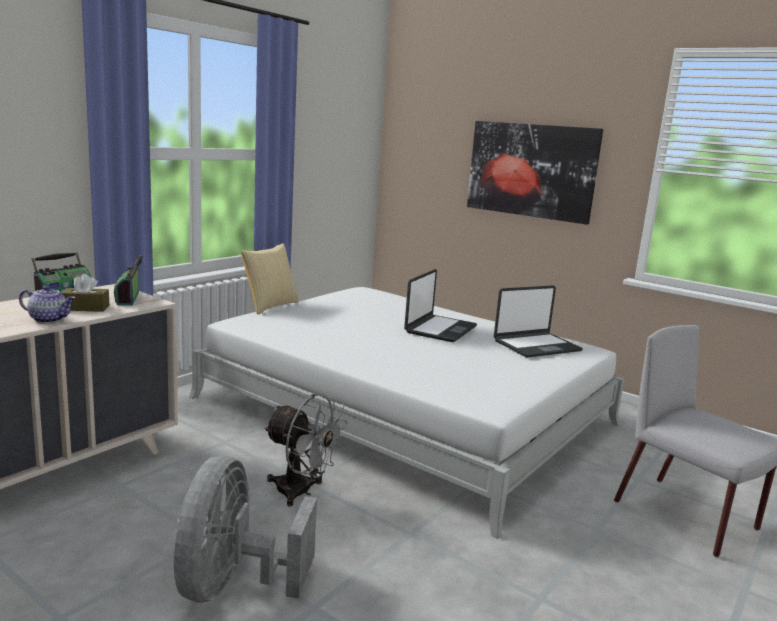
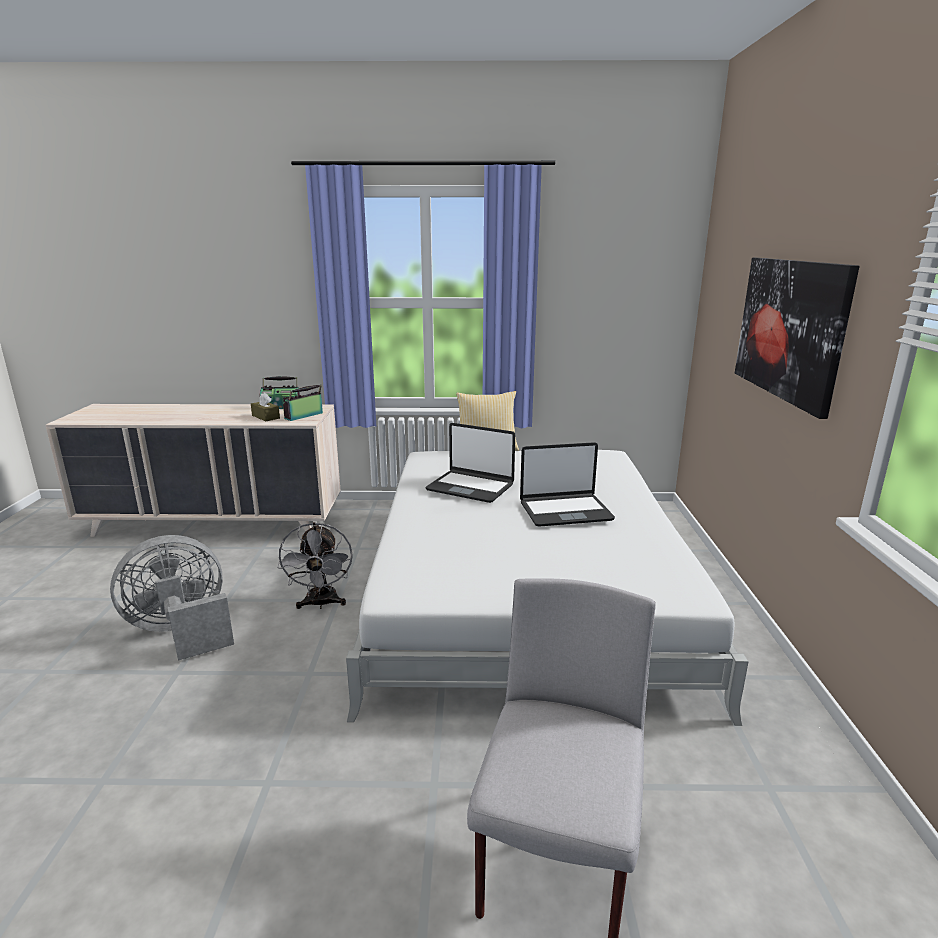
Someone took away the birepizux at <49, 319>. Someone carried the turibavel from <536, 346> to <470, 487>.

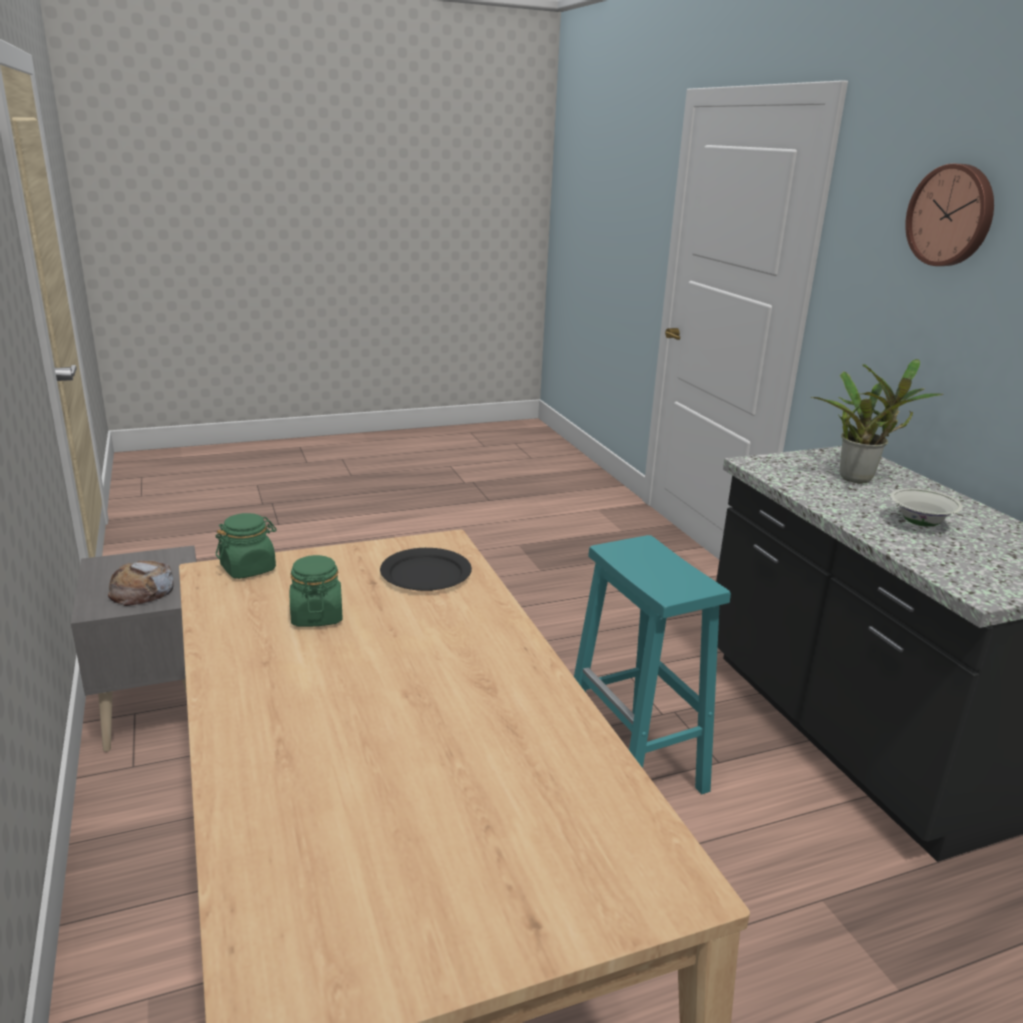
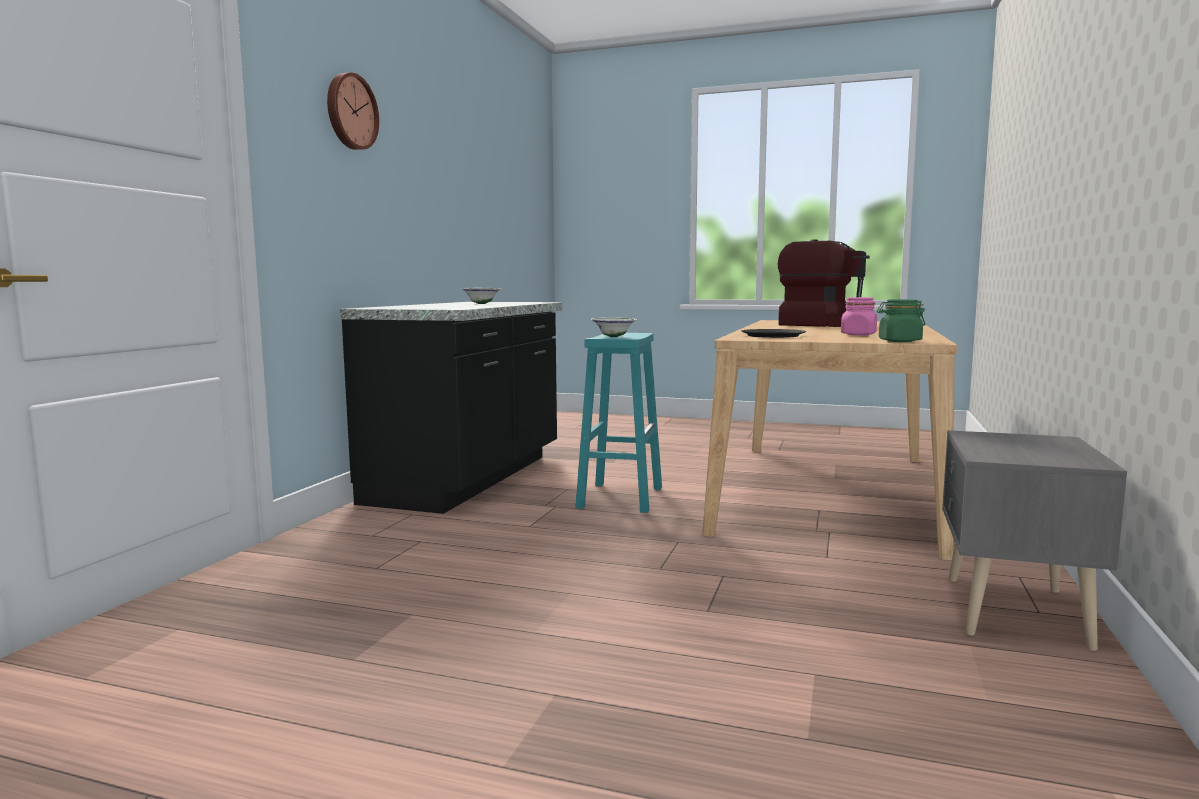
Someone took away the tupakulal at <860, 478>. Someone repainted the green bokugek at <317, 616>, which became the pink bokugek at <858, 334>. Someone took away the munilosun at <142, 591>. Someone put down the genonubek at <826, 325>. Someone put down the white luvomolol at <613, 337>.

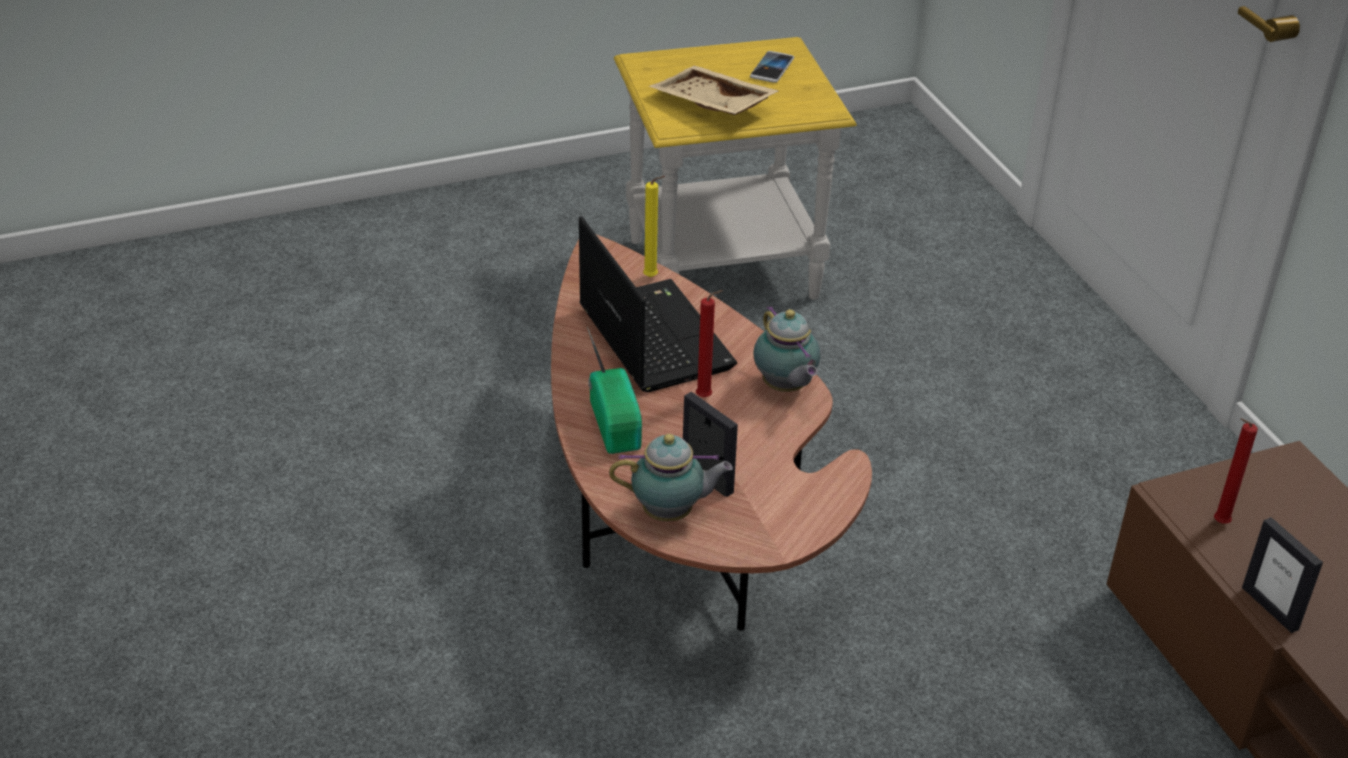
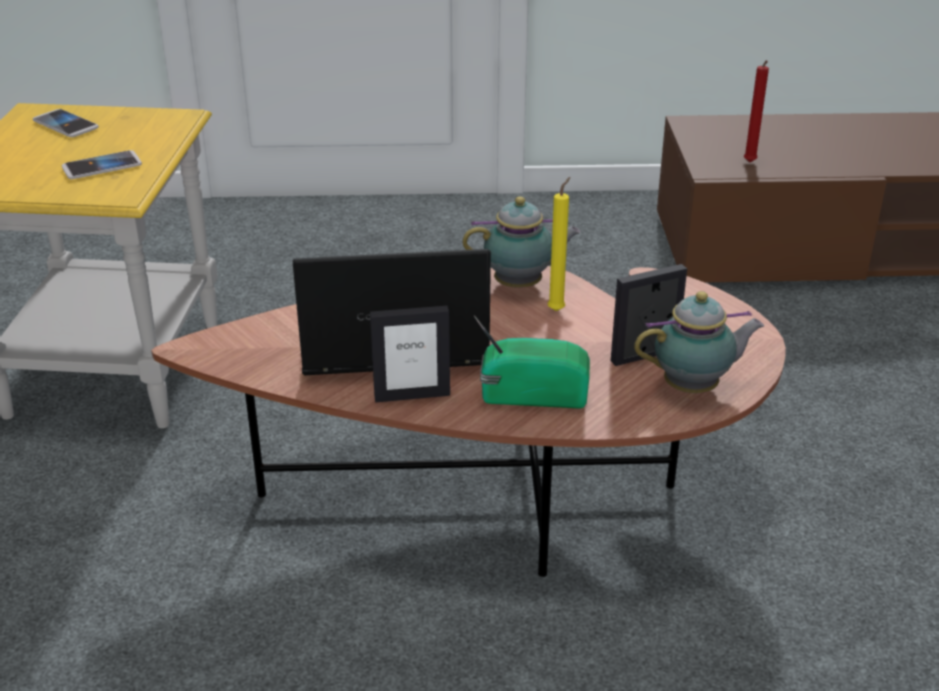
Someone swapped the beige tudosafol at <711, 105> for the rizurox at <102, 167>. Someone carried the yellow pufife from <652, 277> to <557, 309>. Someone took away the red pufife at <706, 397>. Someone rotated the birepizux at <671, 514> by 60 degrees clockwise. Someone carried the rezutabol from <1270, 608> to <412, 395>.

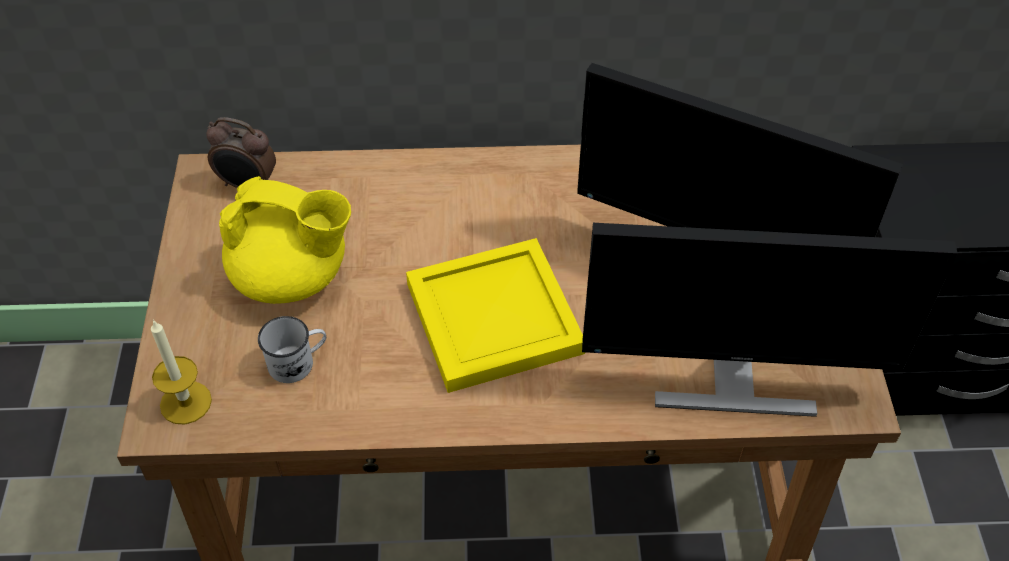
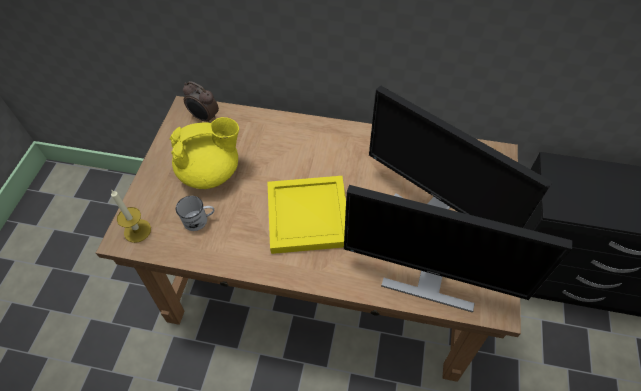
Someone rotated the yellow birepizux at <292, 277> by 45 degrees counterclockwise.

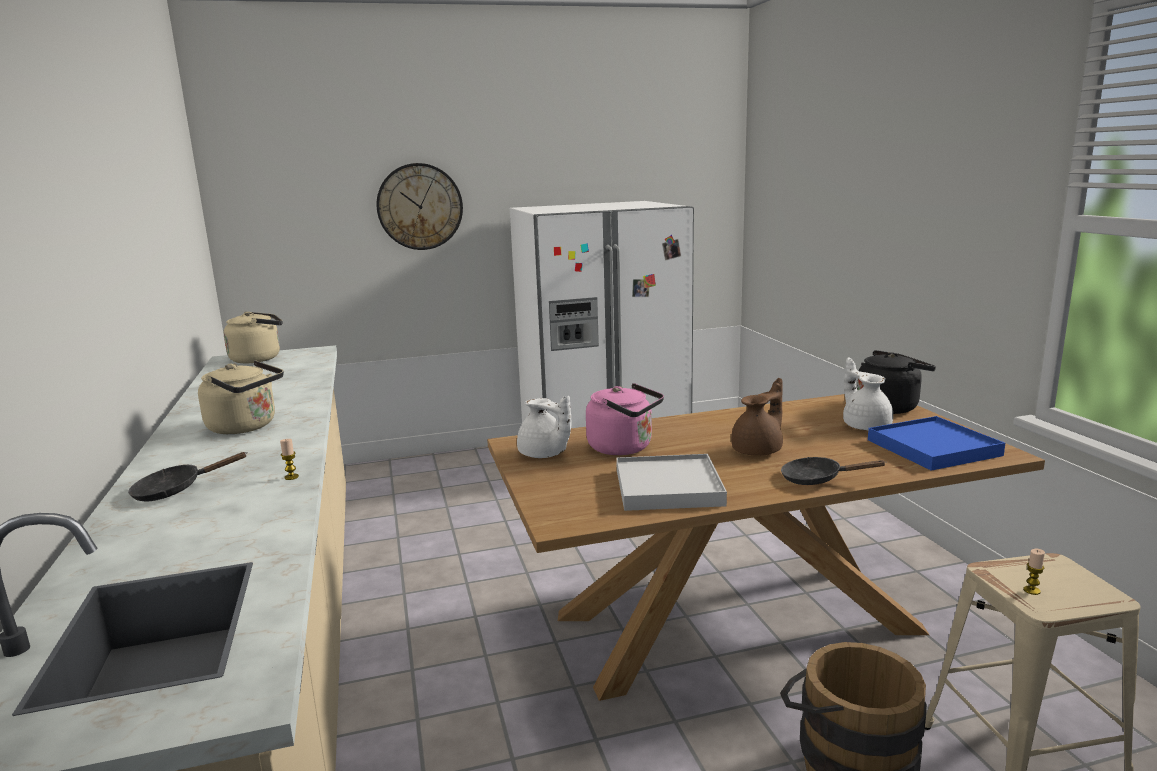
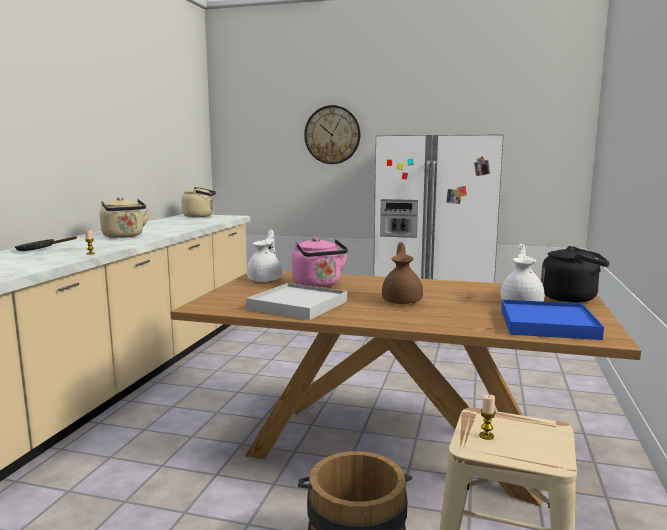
Someone rotated the brown birepizux at <759, 450> by 75 degrees counterclockwise. Someone rotated the white birepizux at <544, 455> by 150 degrees counterclockwise. Someone took away the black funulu at <817, 479>.

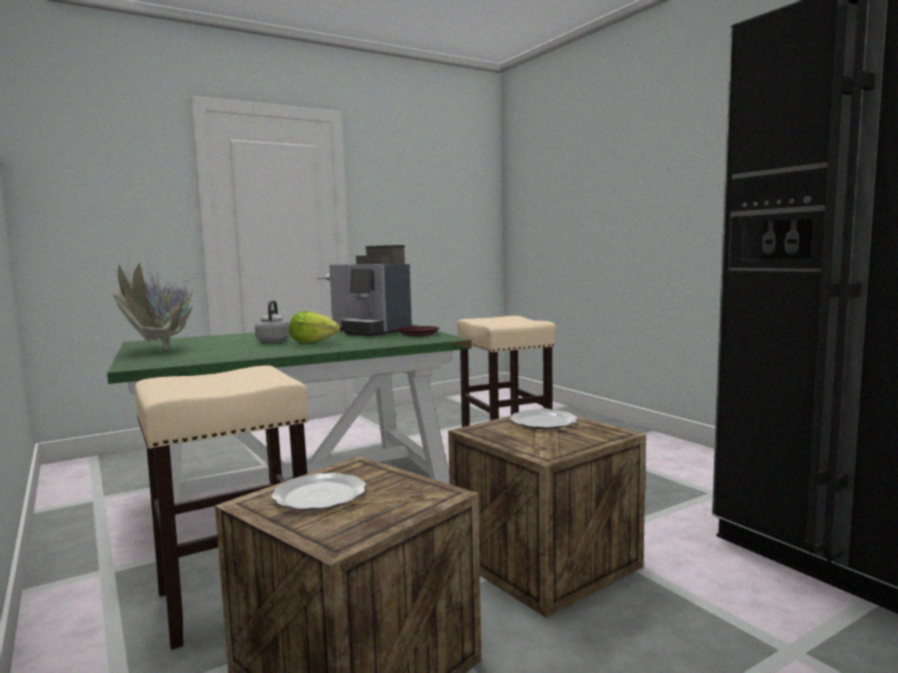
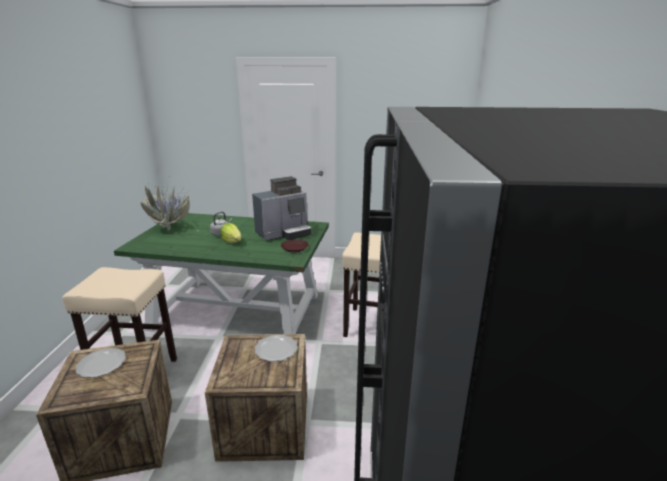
Someone rotated the genonubek at <370, 331> by 105 degrees counterclockwise.

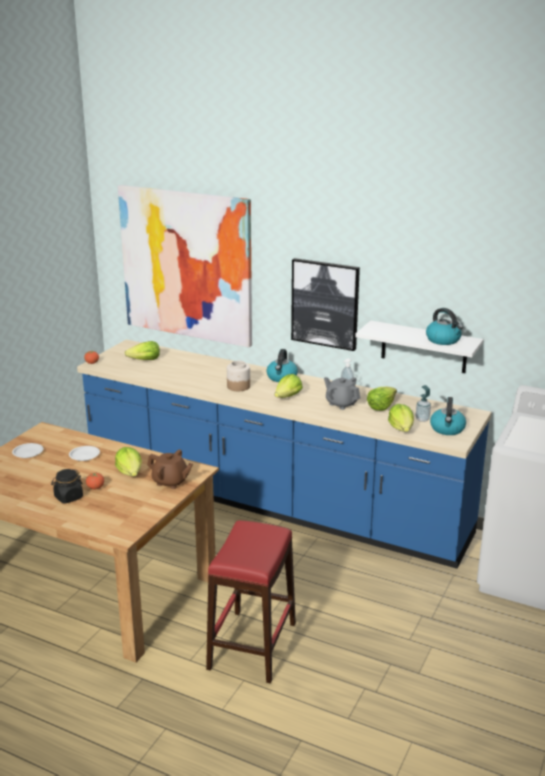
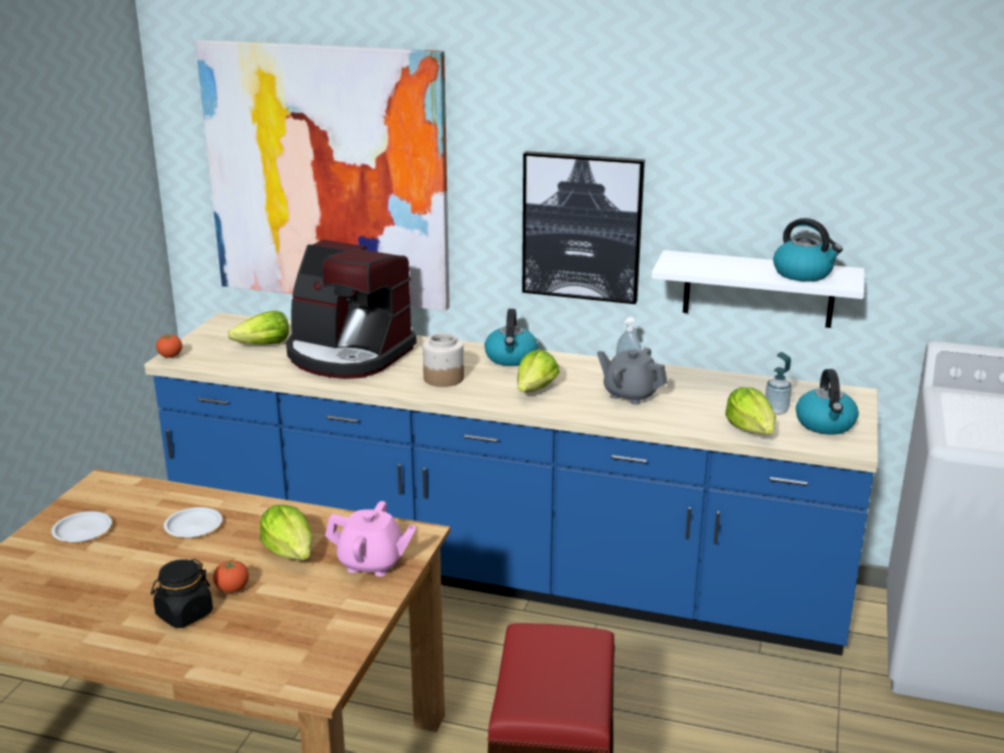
Someone took away the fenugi at <381, 406>. Someone repainted the brown birepizux at <170, 482>, which became the pink birepizux at <372, 563>. Someone put down the genonubek at <348, 355>.

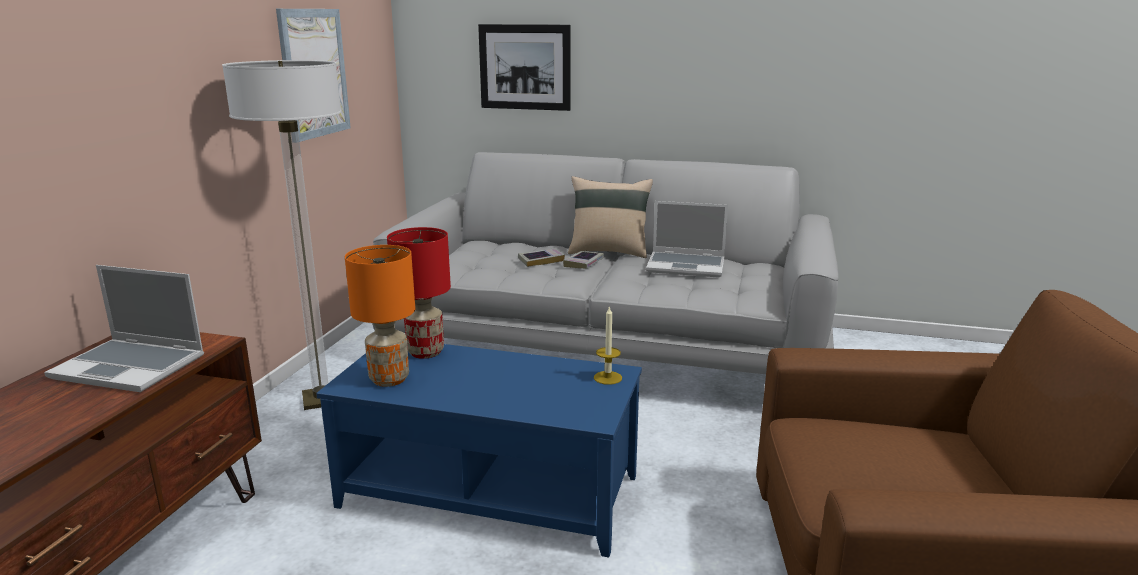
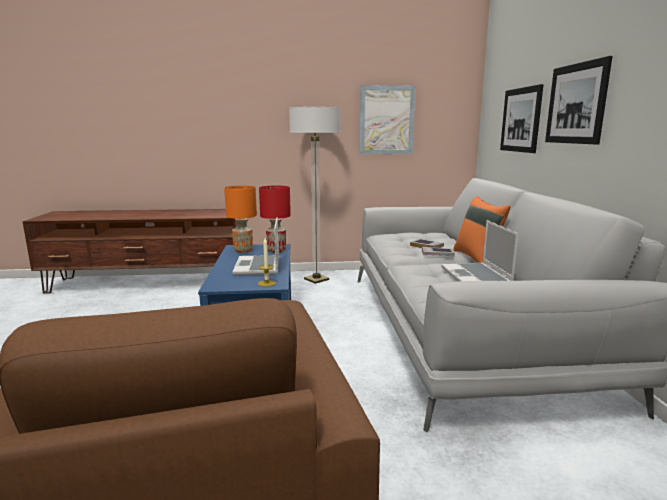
Someone repainted the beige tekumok at <609, 252>, which became the orange tekumok at <477, 258>. Someone carried the turibavel from <131, 367> to <258, 267>. Someone put up the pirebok at <576, 104>.

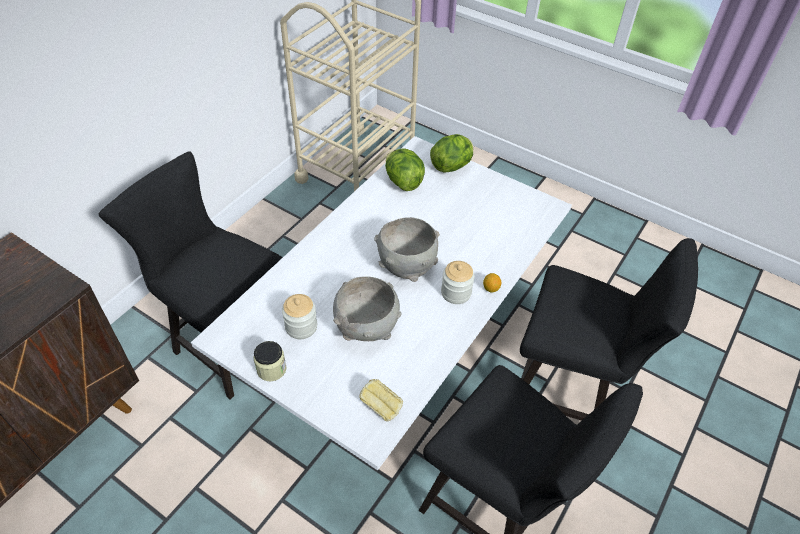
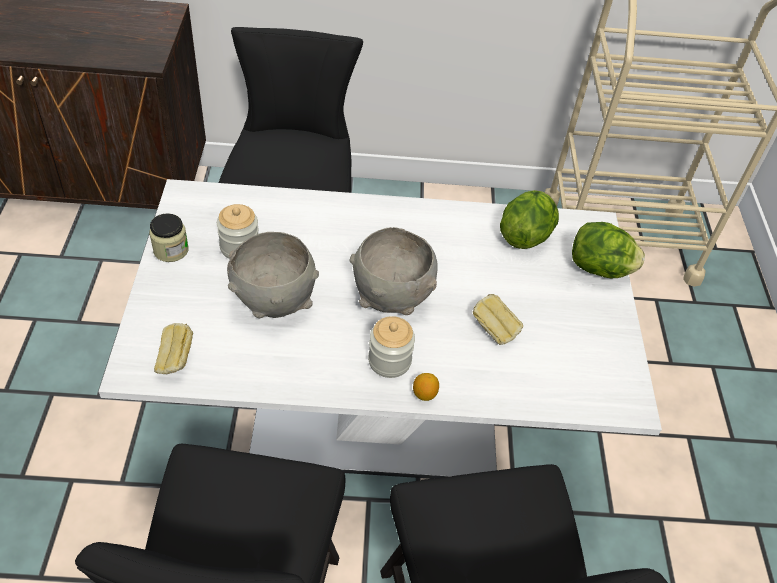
Someone put down the munilosun at <494, 330>.

